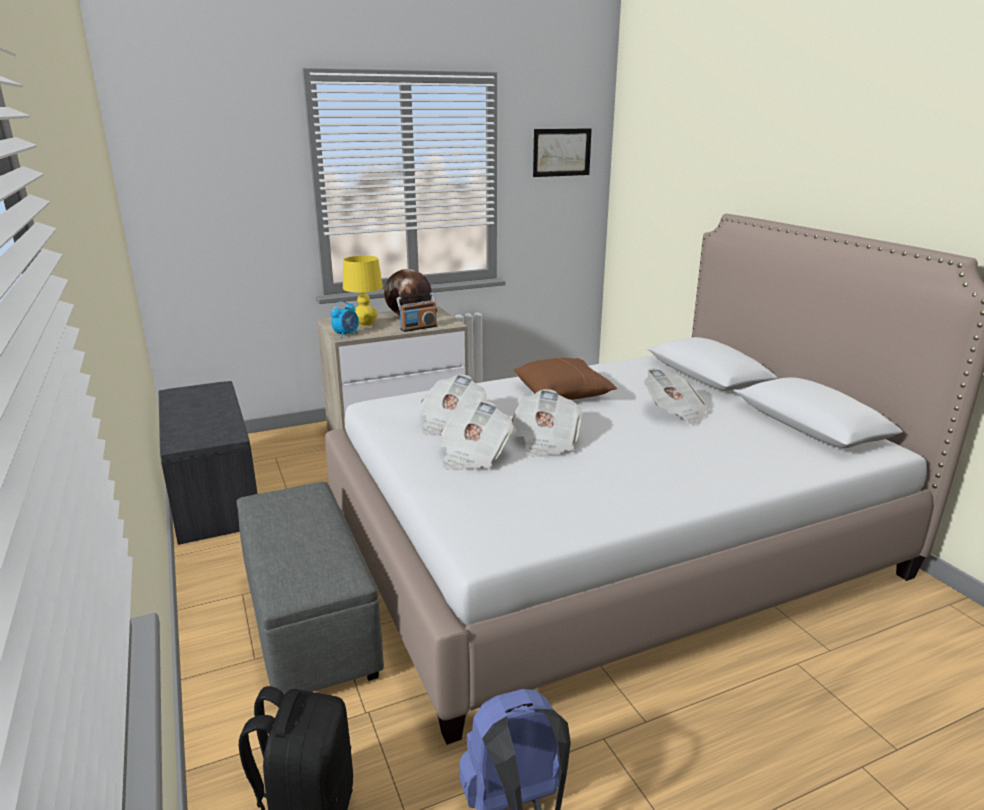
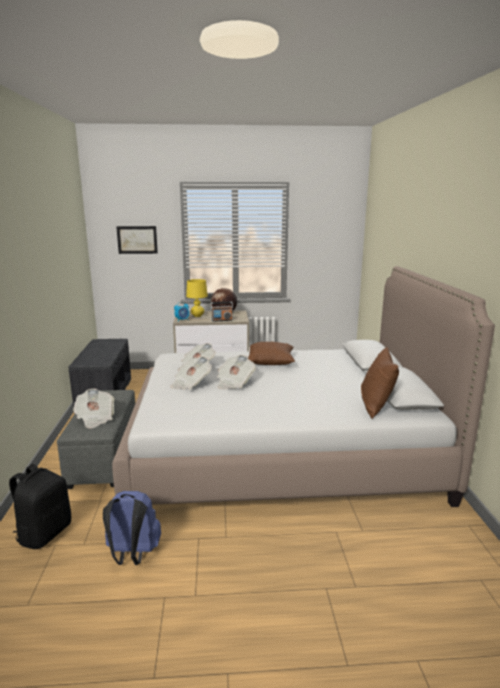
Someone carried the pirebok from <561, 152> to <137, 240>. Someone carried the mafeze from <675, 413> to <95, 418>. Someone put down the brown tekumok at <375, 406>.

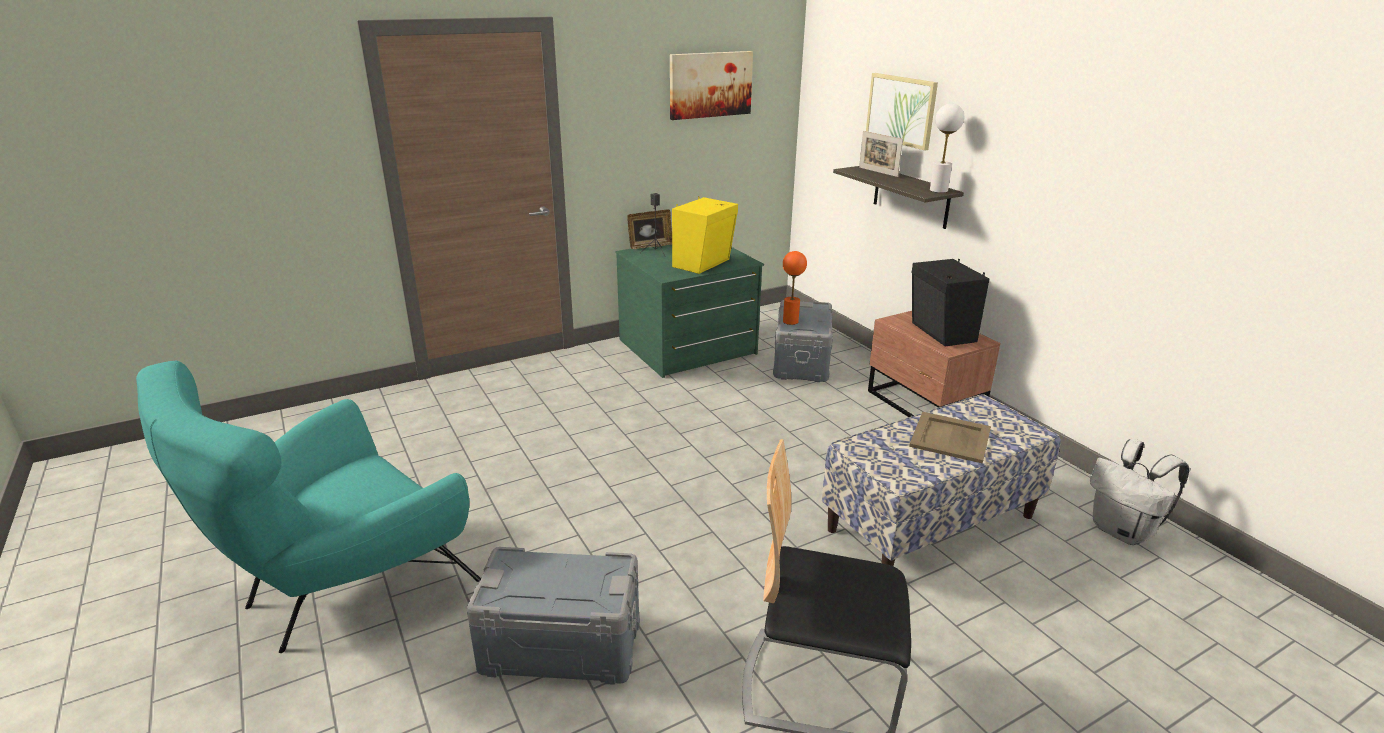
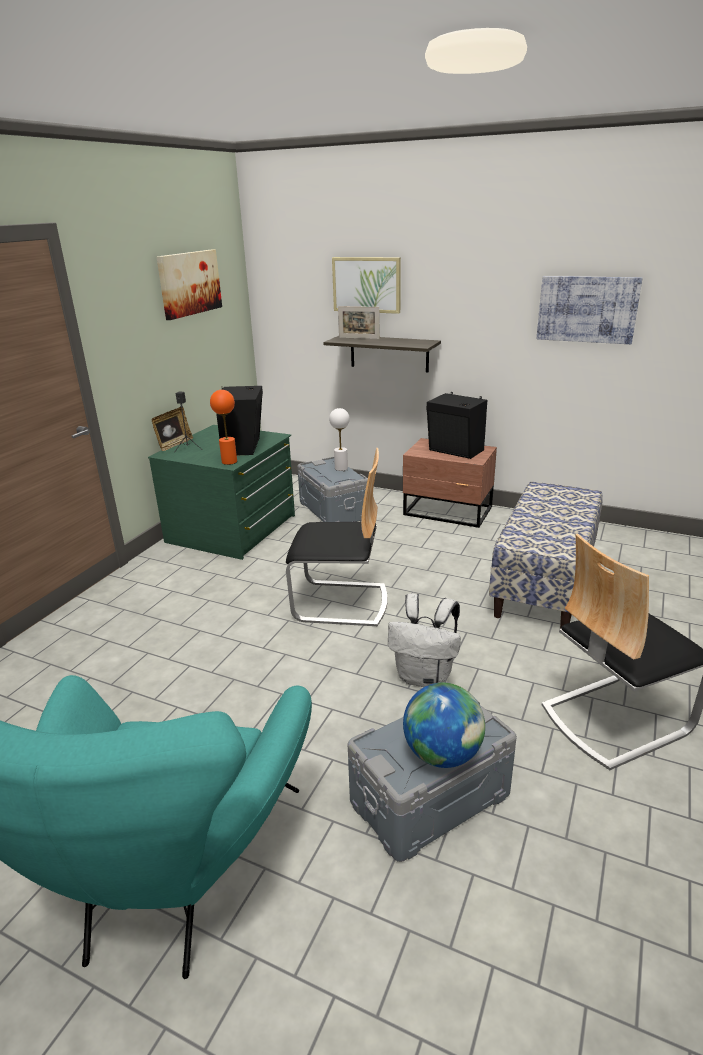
Someone carried the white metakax from <939, 190> to <341, 468>. Someone repainted the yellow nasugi at <704, 263>, which became the black nasugi at <244, 446>. Someone carried the orange metakax from <790, 321> to <229, 462>. Someone took away the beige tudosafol at <950, 437>. Someone carried the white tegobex from <1123, 532> to <425, 677>. Someone put up the pirebok at <587, 309>. Someone put down the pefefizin at <340, 603>. Someone put down the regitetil at <442, 754>.

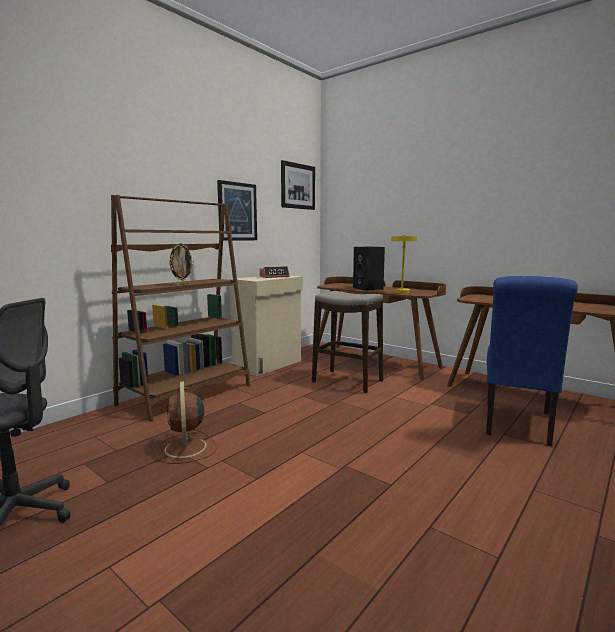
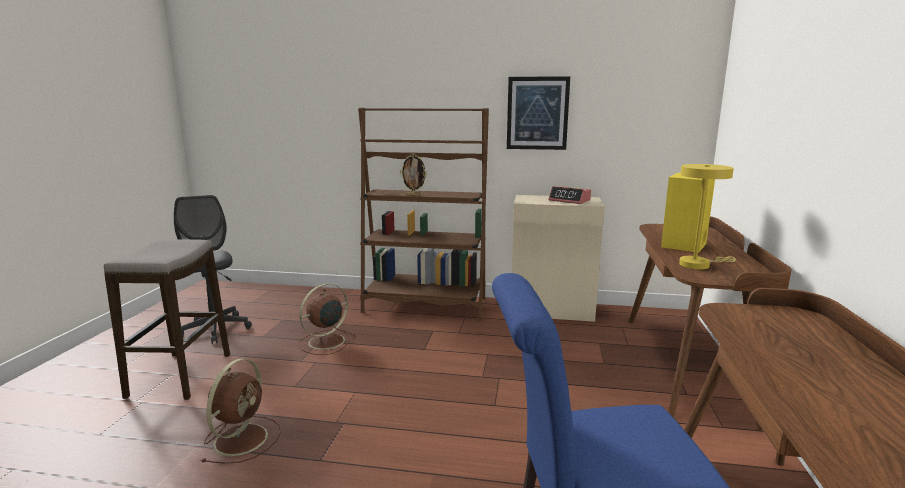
Someone took away the pirebok at <298, 186>. Someone repainted the black nasugi at <368, 288>, which became the yellow nasugi at <684, 245>. Someone carried the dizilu from <347, 382> to <180, 375>. Someone put down the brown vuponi at <242, 438>.

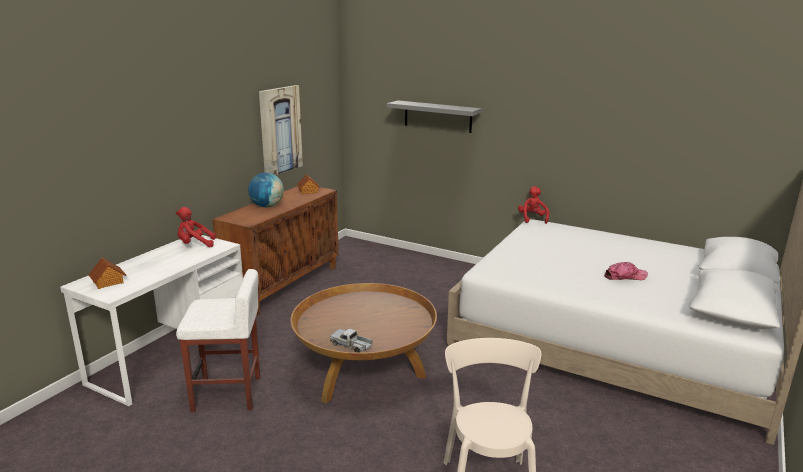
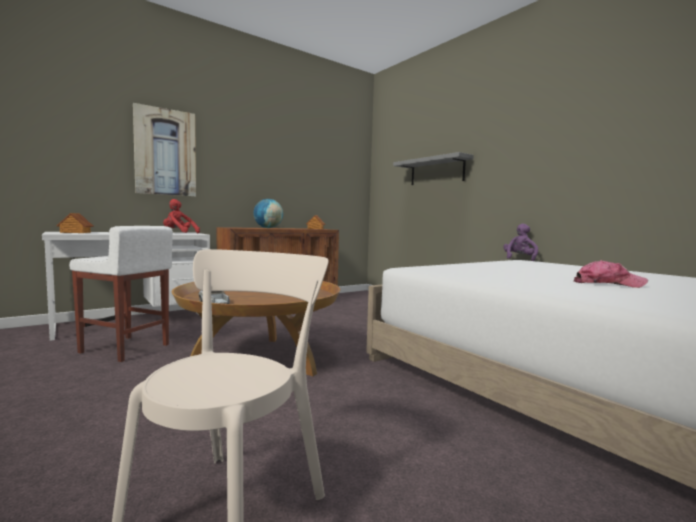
Someone carried the pirebok from <280, 130> to <165, 152>. Someone repainted the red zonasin at <532, 219>, which became the purple zonasin at <519, 259>.

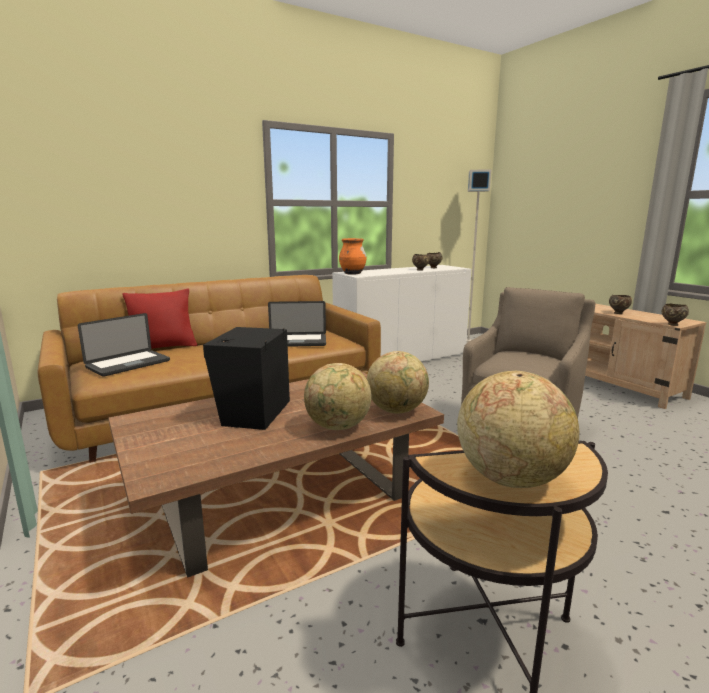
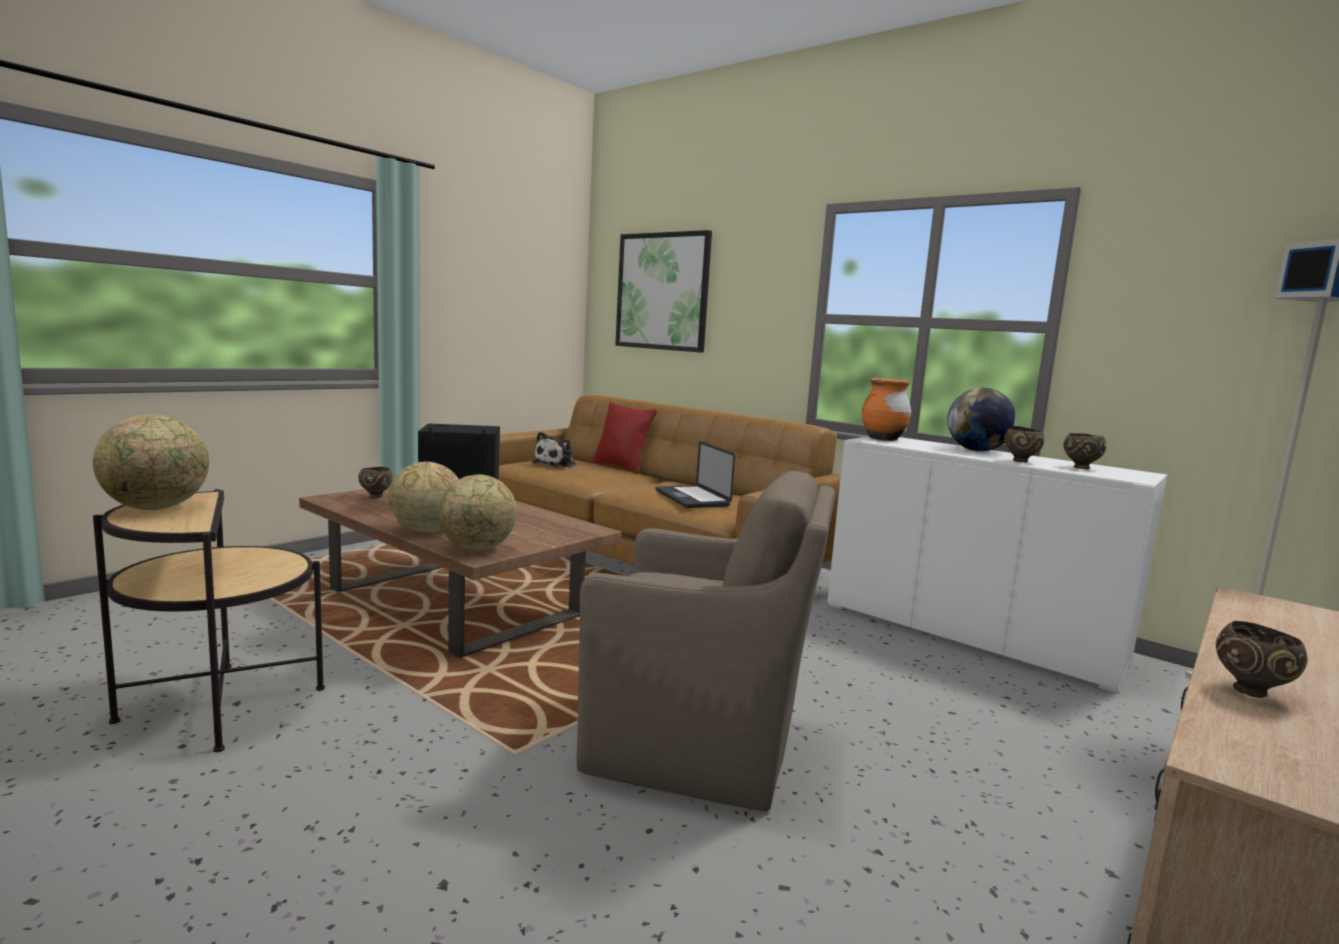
Someone carried the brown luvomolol from <672, 324> to <376, 496>. Someone swapped the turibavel at <128, 364> for the zonasin at <557, 464>. Someone put up the pirebok at <662, 291>. Someone put down the regitetil at <977, 450>.

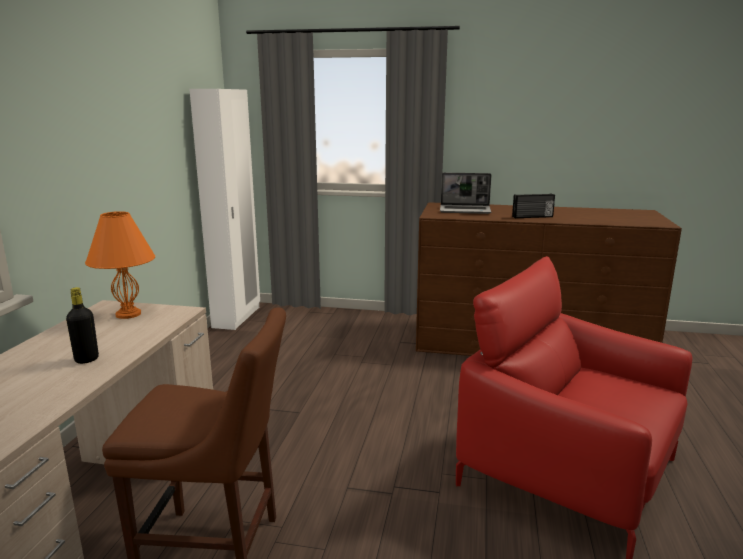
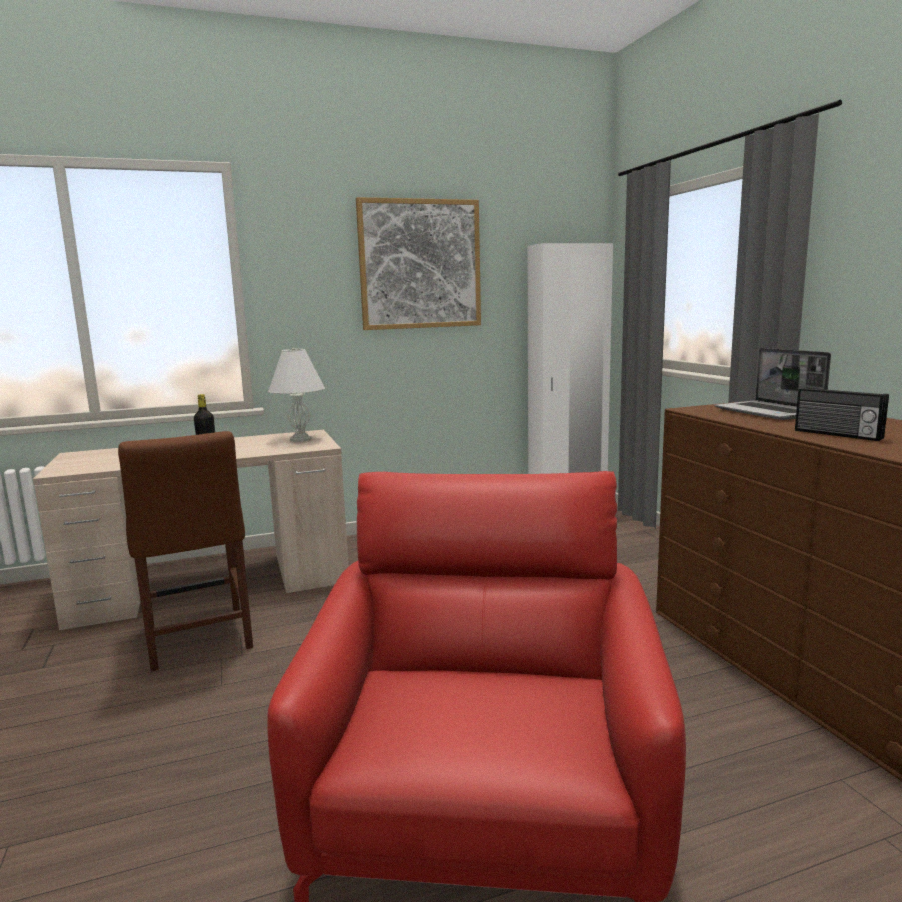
Someone repainted the orange metakax at <129, 314>, which became the white metakax at <301, 439>. Someone put up the pirebok at <420, 264>.

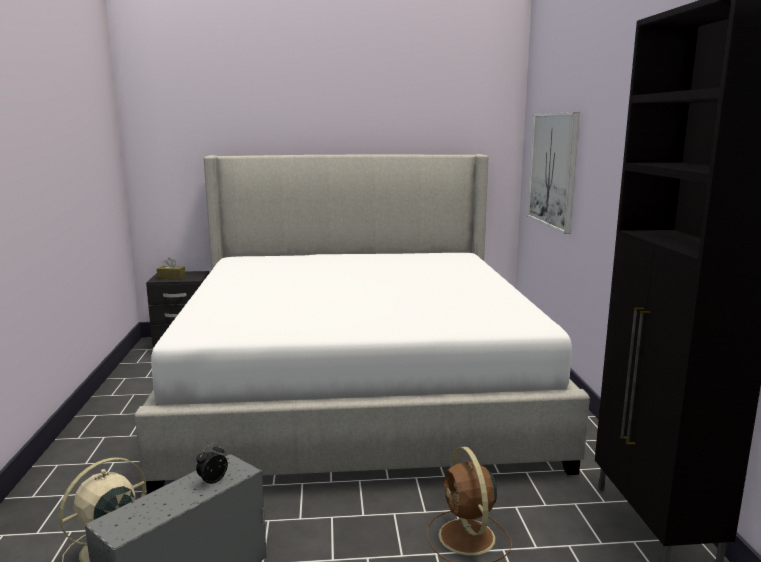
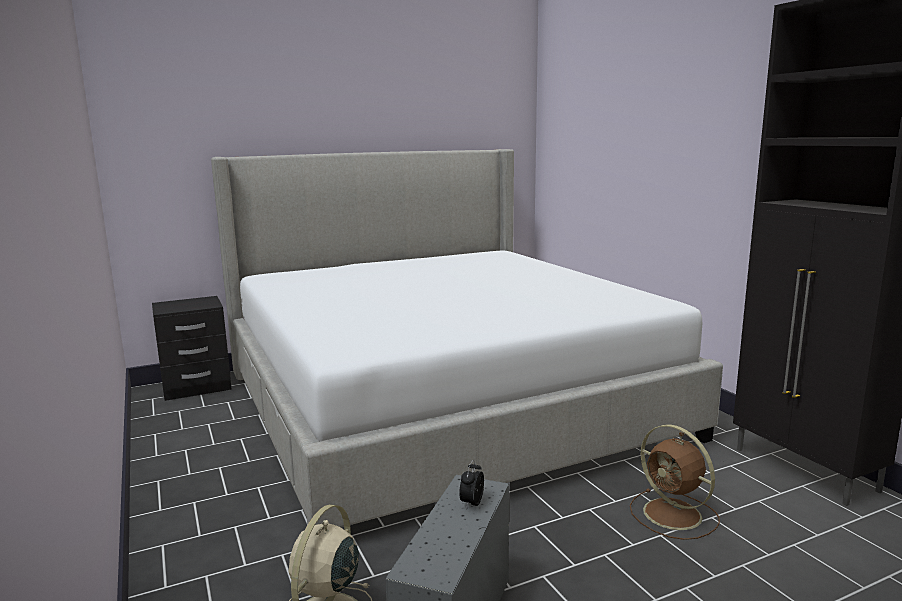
Someone took away the pirebok at <553, 170>. Someone took away the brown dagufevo at <171, 277>.

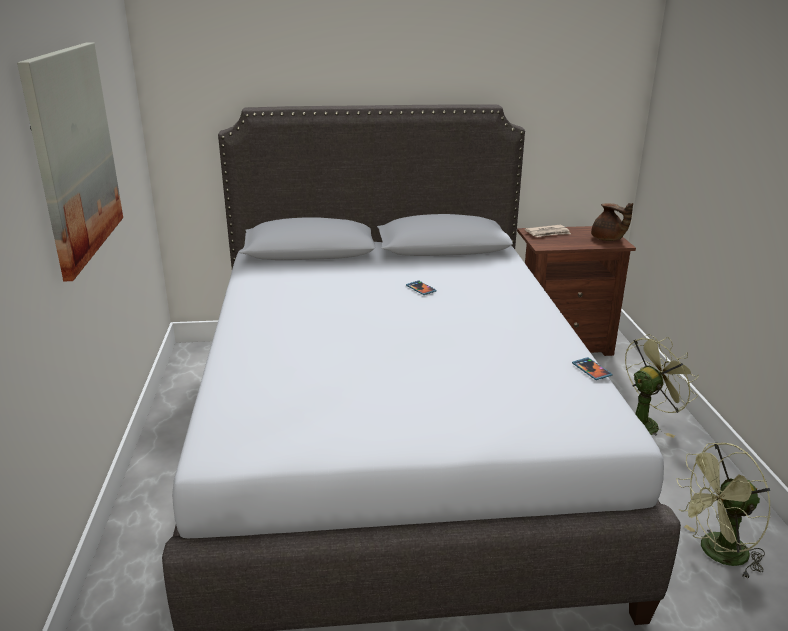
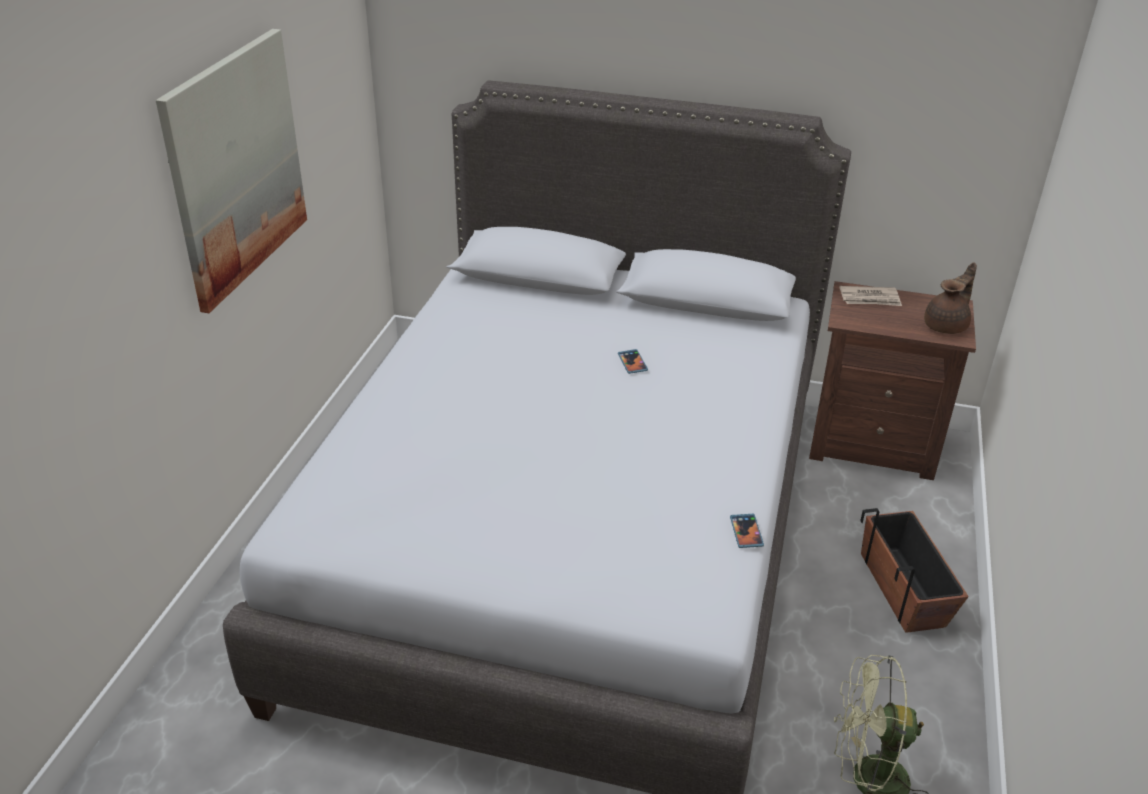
Someone rotated the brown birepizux at <607, 239> by 120 degrees counterclockwise. Someone swapped the green vuponi at <644, 422> for the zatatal at <903, 589>.

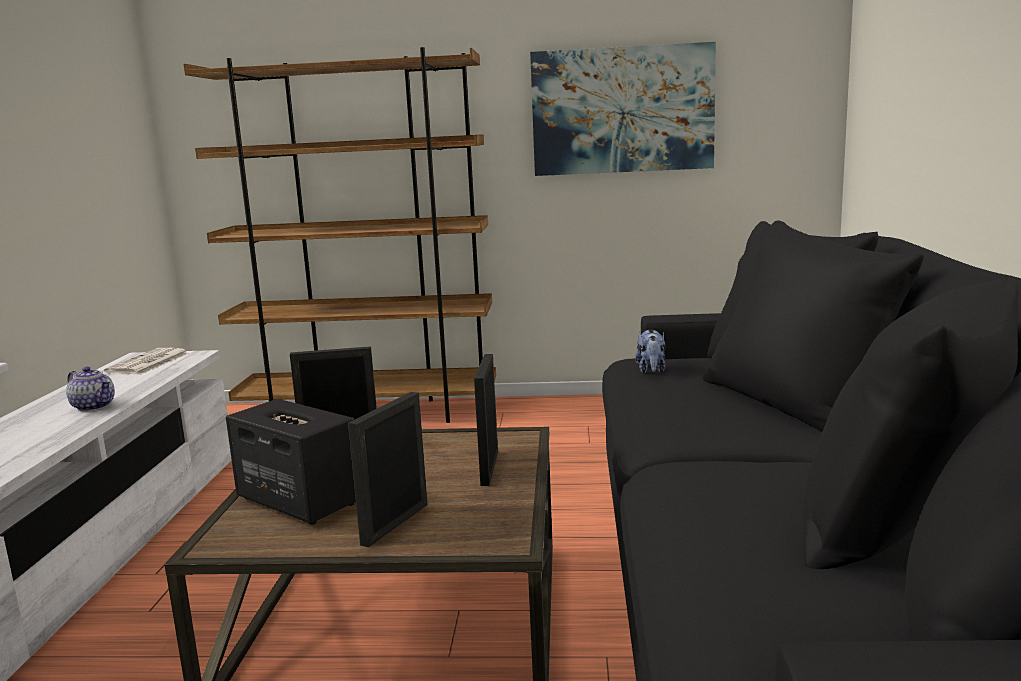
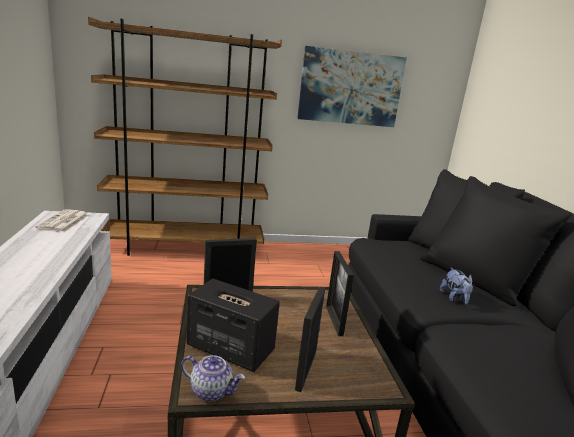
Someone carried the zonasin from <651, 371> to <454, 298>. Someone carried the birepizux from <94, 406> to <212, 391>.

